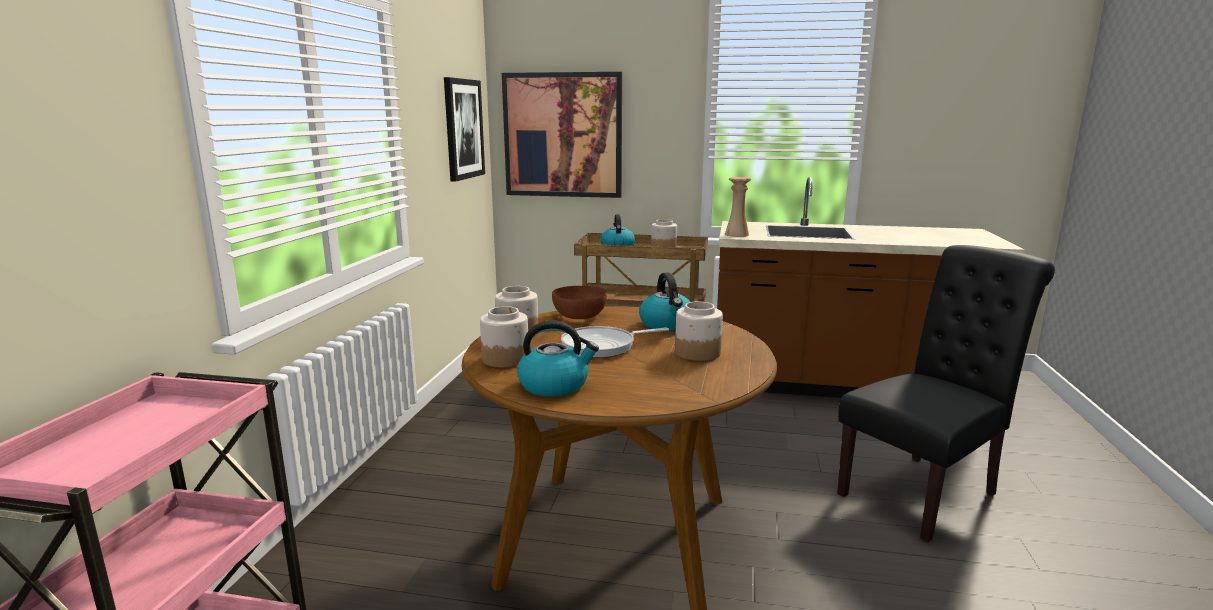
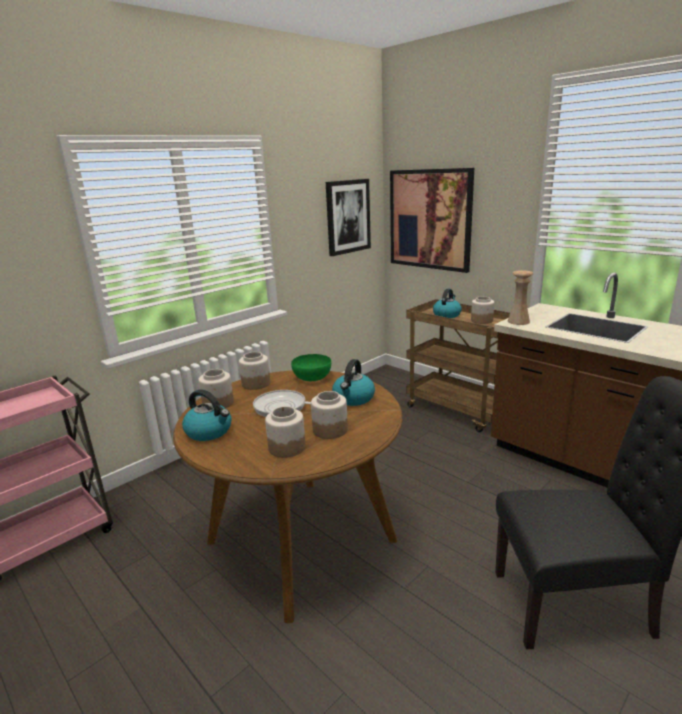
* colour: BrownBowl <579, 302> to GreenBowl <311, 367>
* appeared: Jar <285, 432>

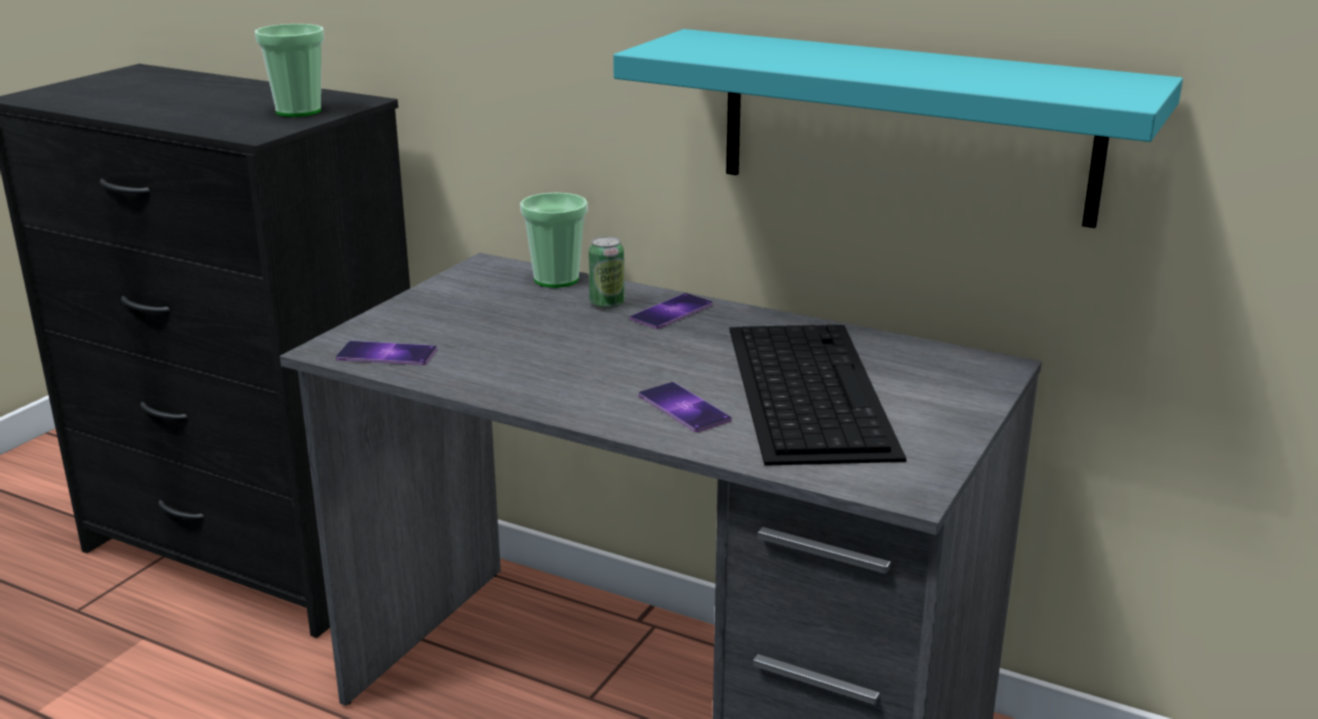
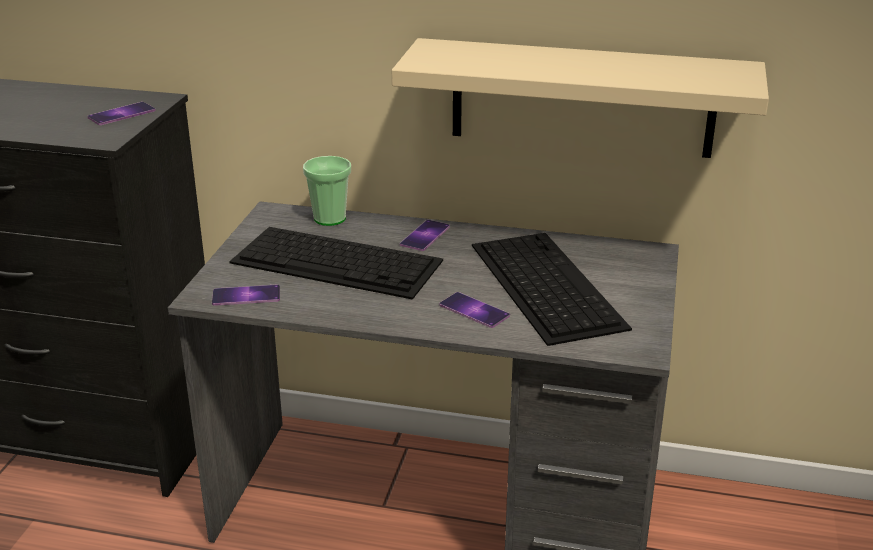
* exchanged: Cup <289, 70> to Phone <121, 113>
* colour: TurquoiseShelf <898, 128> to BeigeShelf <580, 98>
* missing: Can <606, 272>
* appeared: Keyboard <336, 263>

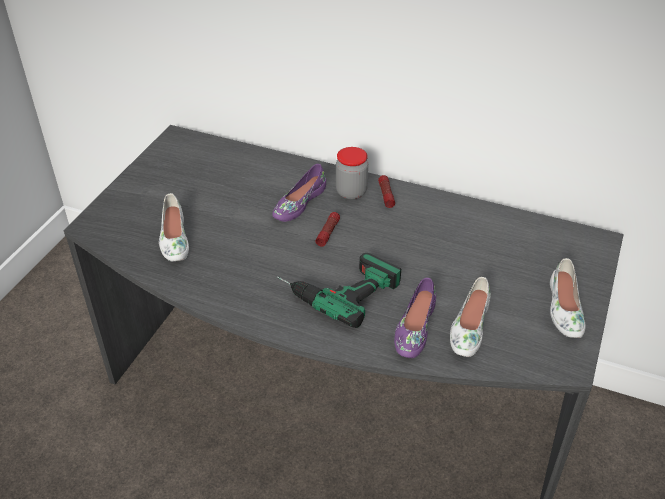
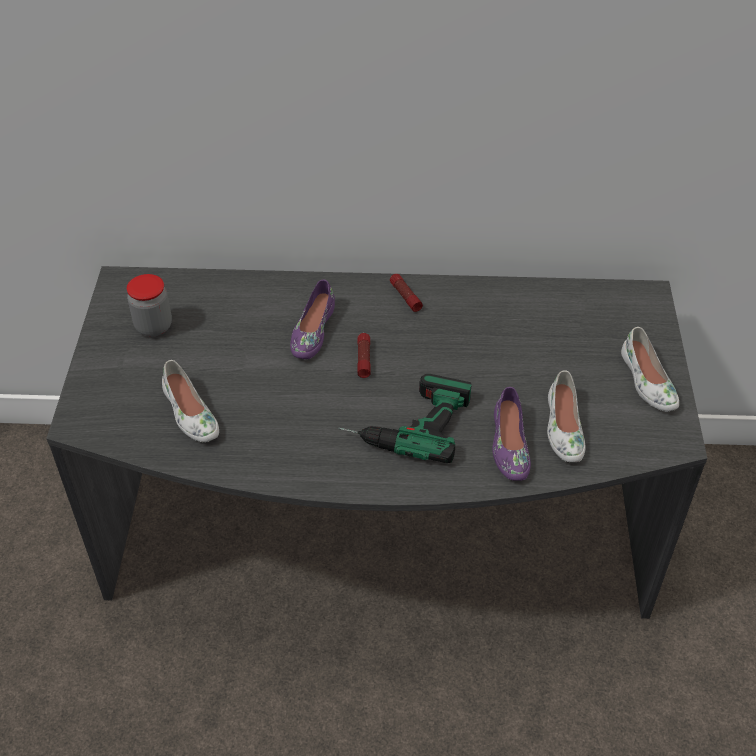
* relocated: Jar <352, 173> to <149, 305>

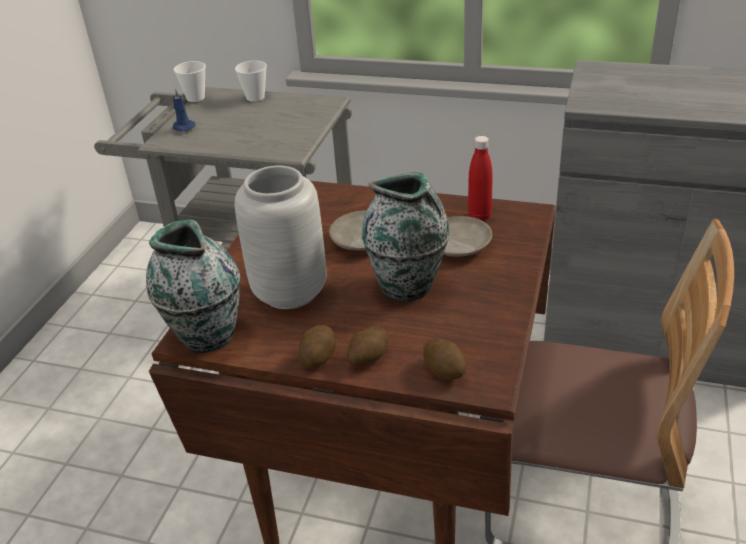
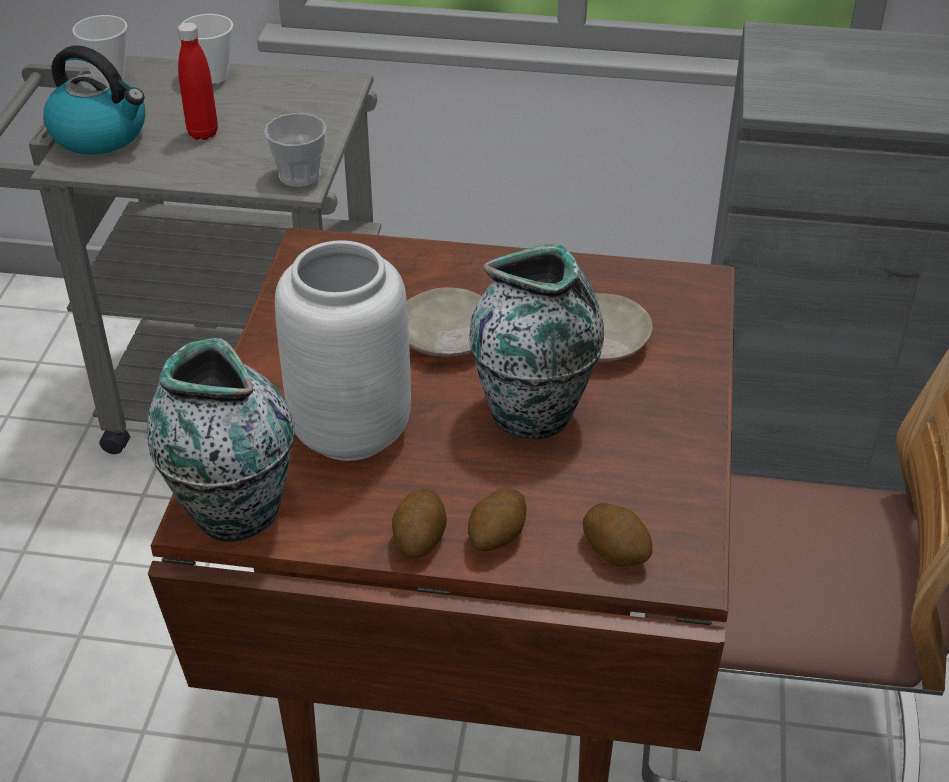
* exchanged: BlueCandle <184, 109> to Kettle <94, 100>
* relocated: RedBottle <480, 178> to <198, 81>
* appeared: Cup <295, 150>

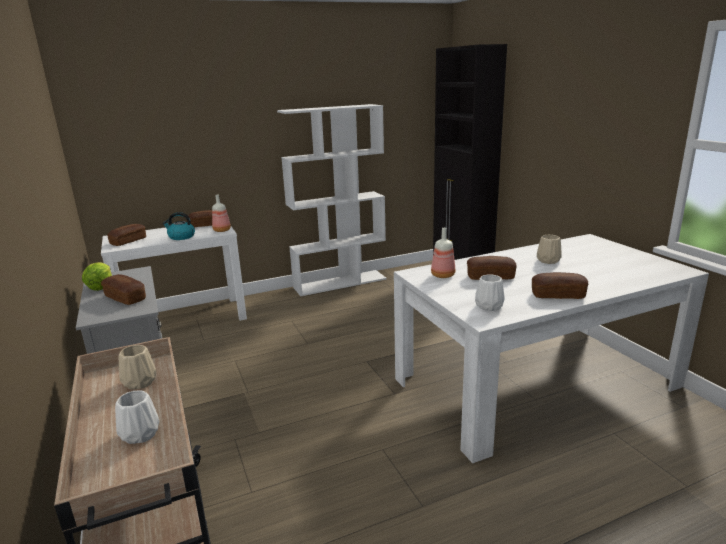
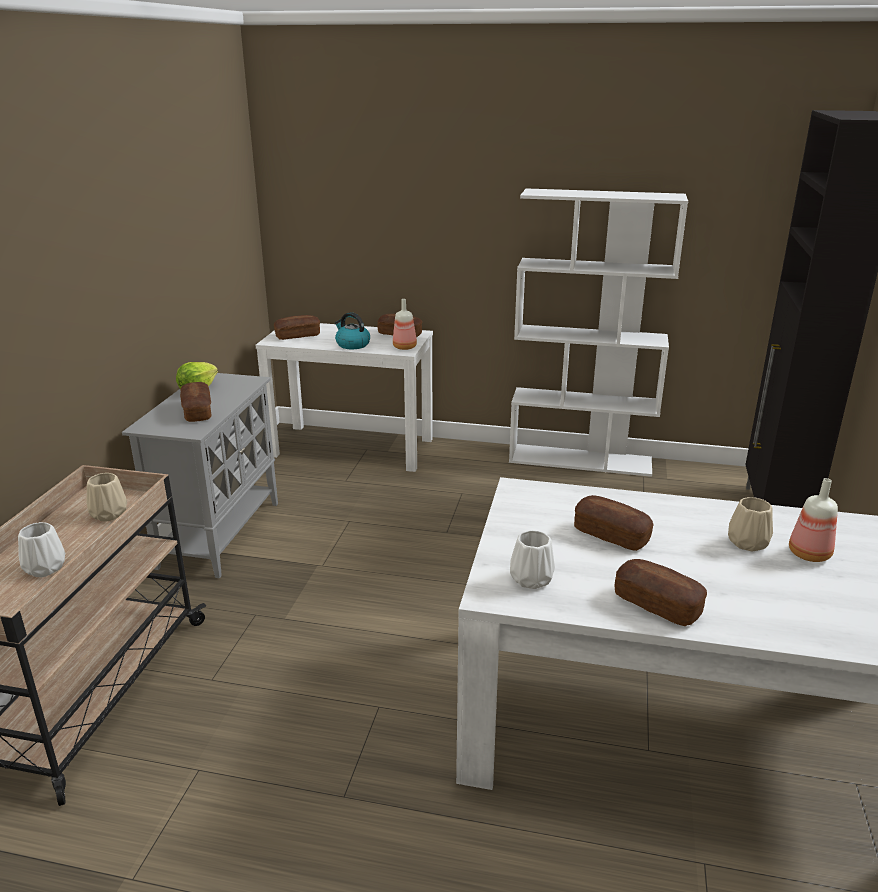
* relocated: Bottle <443, 253> to <813, 520>

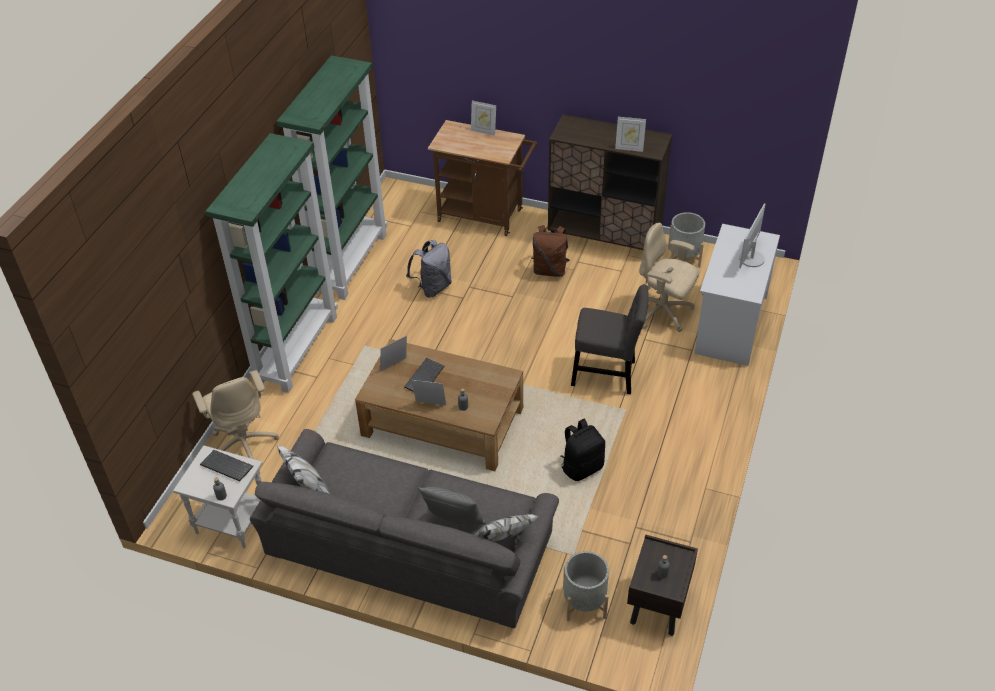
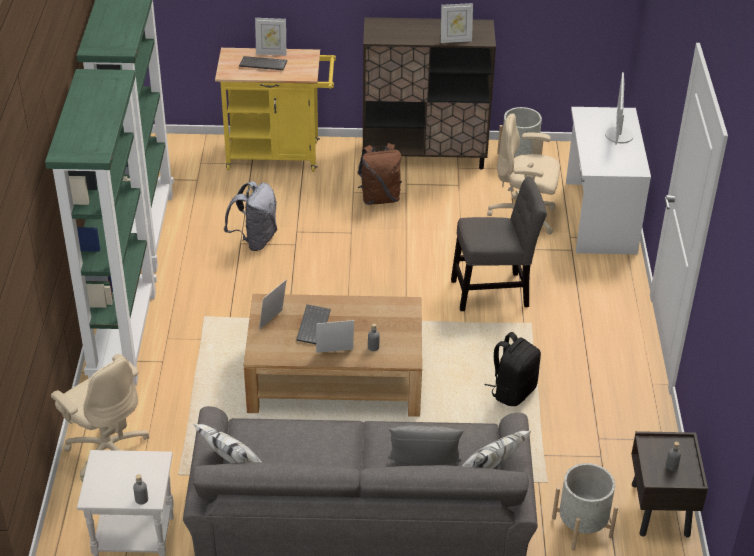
* colour: BrownCart <483, 178> to YellowCart <275, 110>
* relocated: Keyboard <226, 465> to <263, 63>

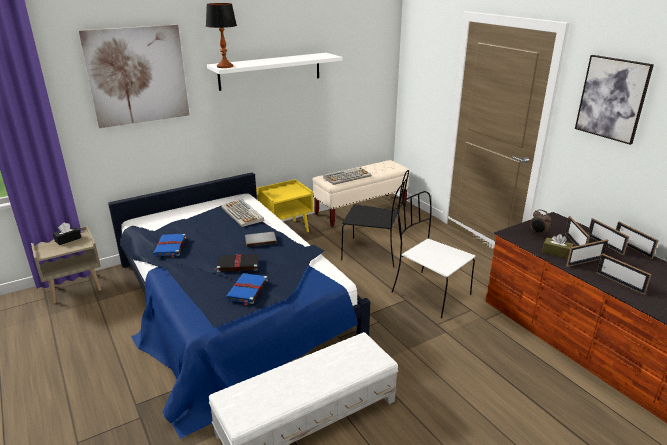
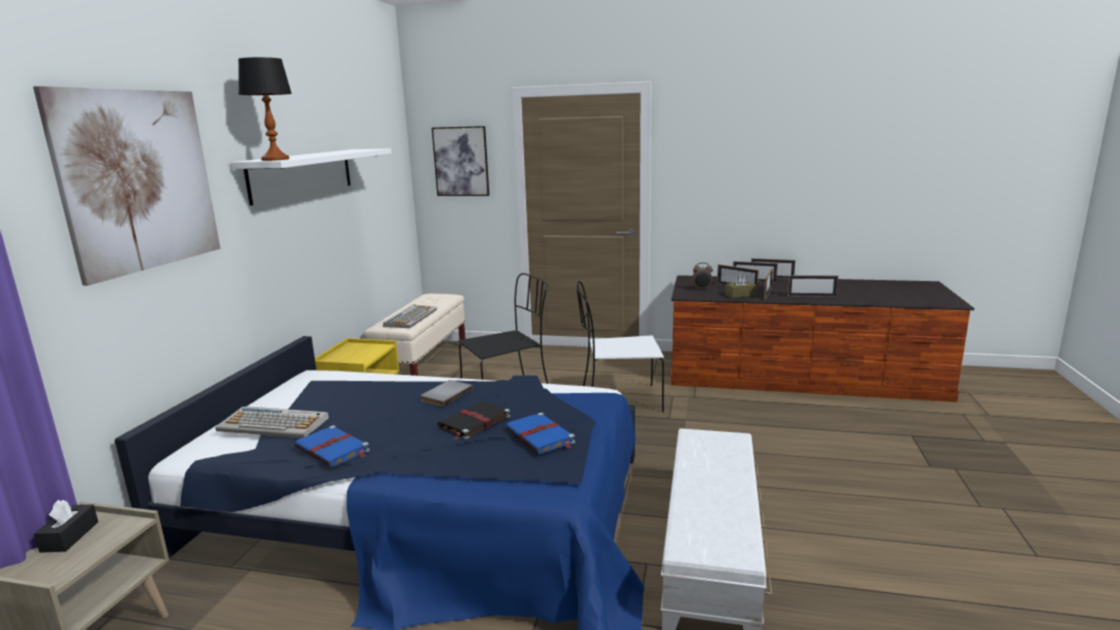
* relocated: Picture <614, 100> to <460, 161>
* relocated: Keyboard <242, 213> to <272, 422>

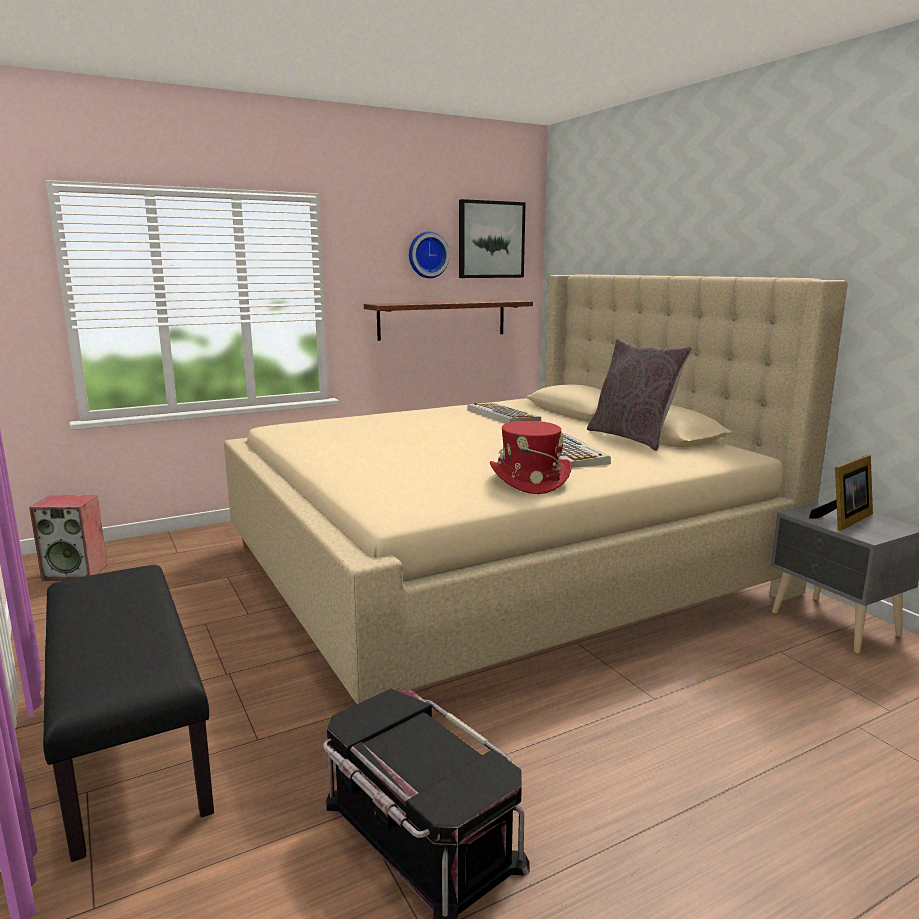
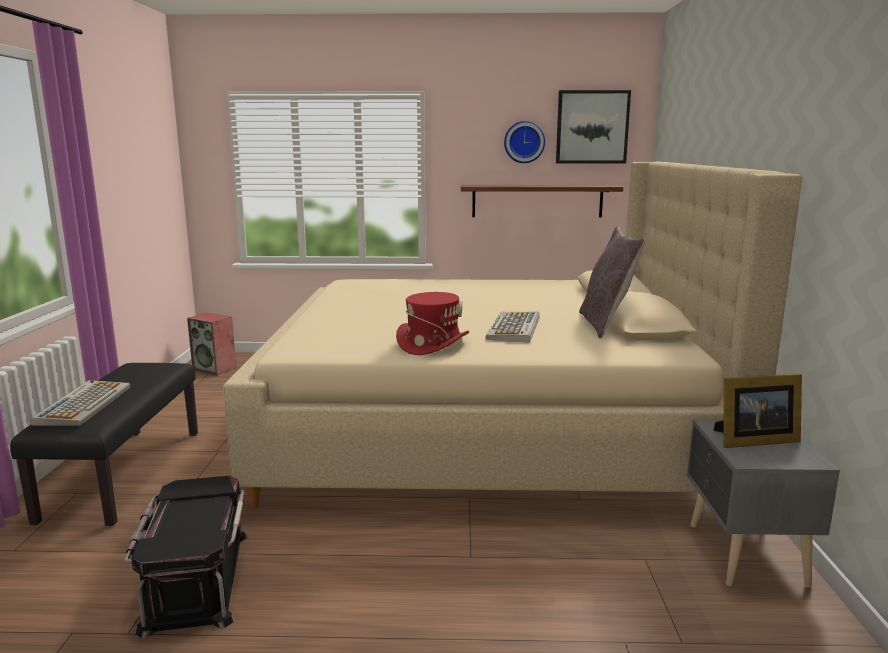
* relocated: Keyboard <504, 413> to <80, 403>

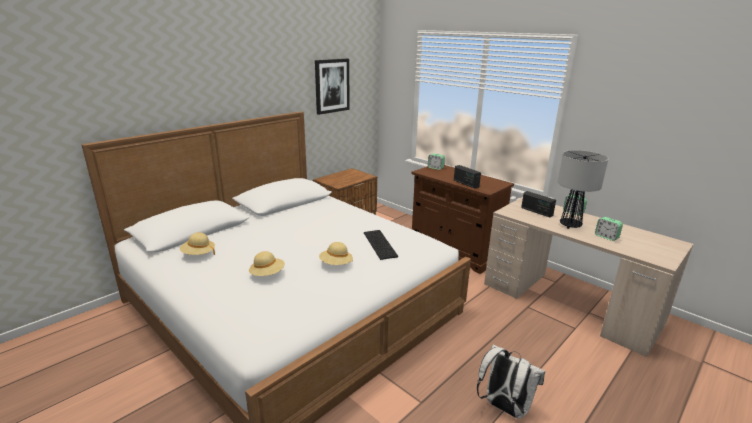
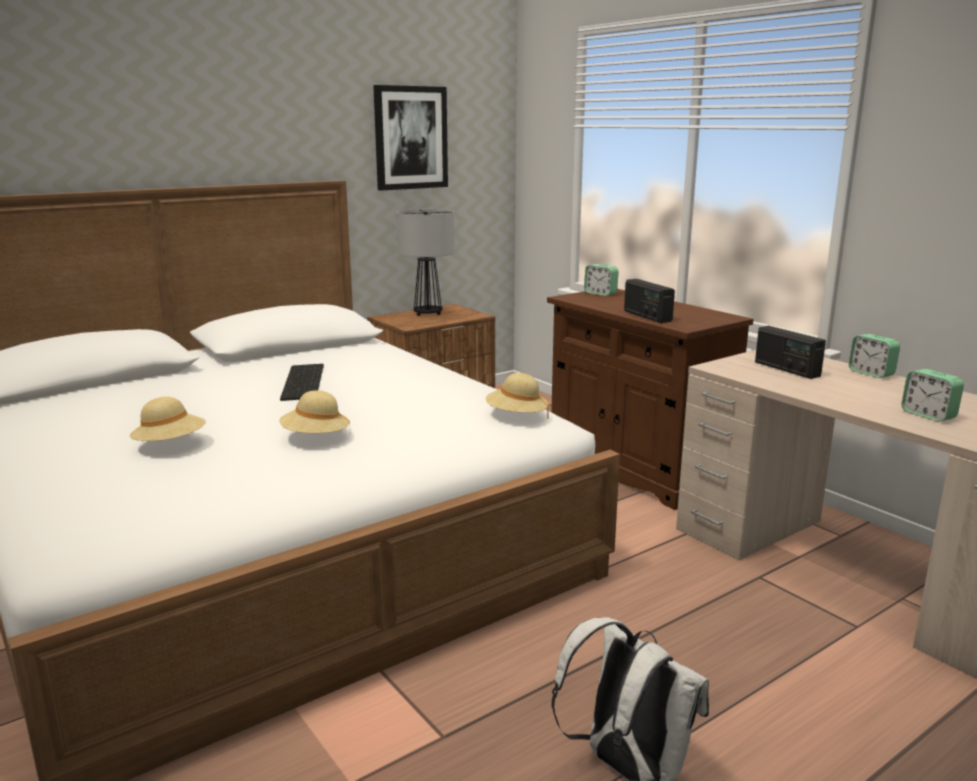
* relocated: TableLamp <583, 189> to <425, 262>
* relocated: Keyboard <381, 245> to <302, 382>
* relocated: BeigeHat <197, 244> to <517, 396>

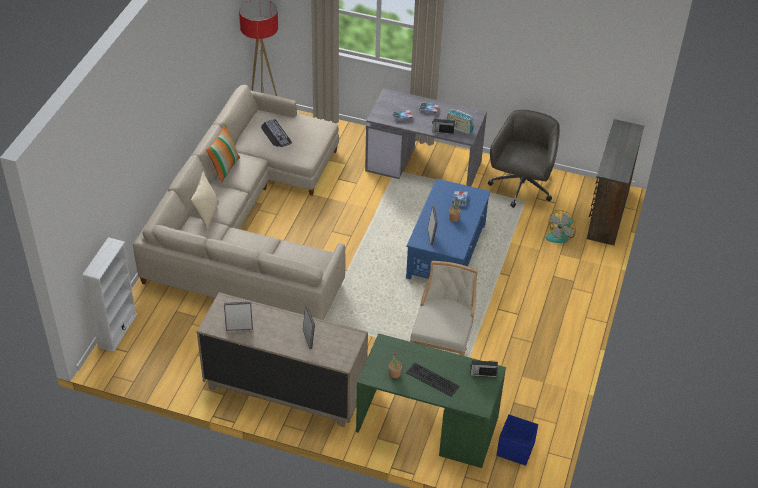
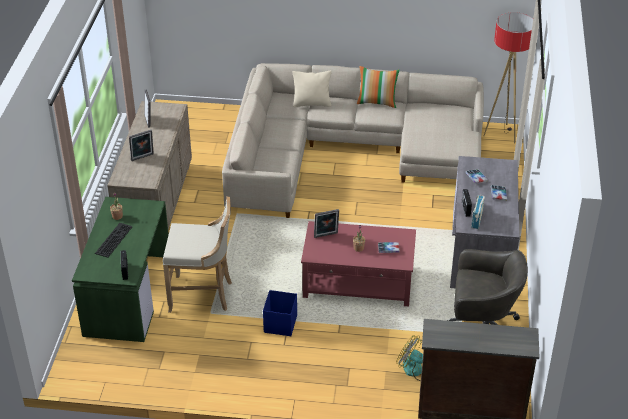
* missing: Keyboard <276, 133>
* colour: BlueCoffeeTable <448, 228> to RedCoffeeTable <358, 263>
* missing: WhiteBookcase <110, 294>
* relocated: BlueStorageBox <517, 440> to <280, 313>

